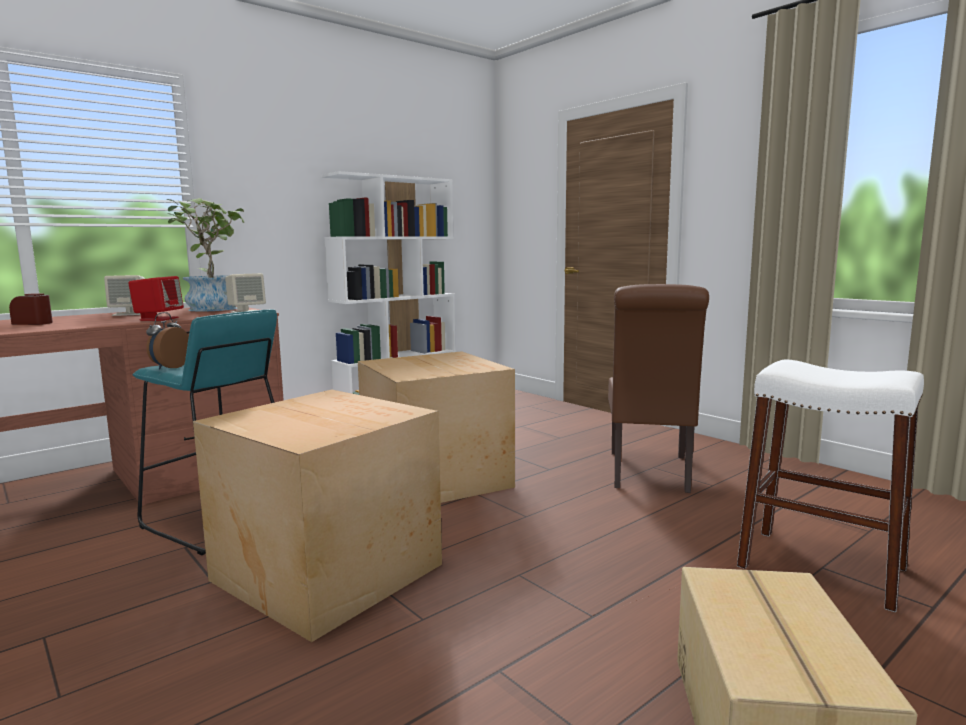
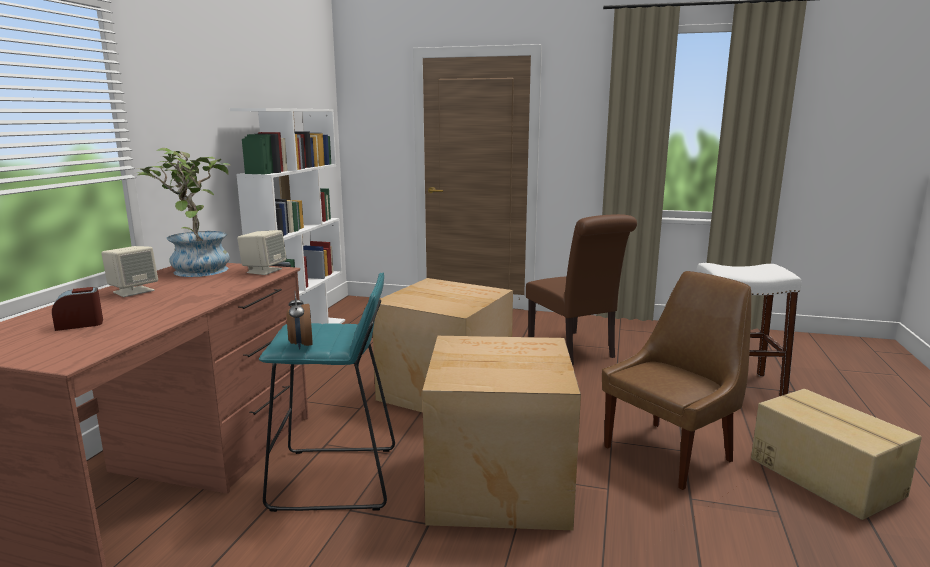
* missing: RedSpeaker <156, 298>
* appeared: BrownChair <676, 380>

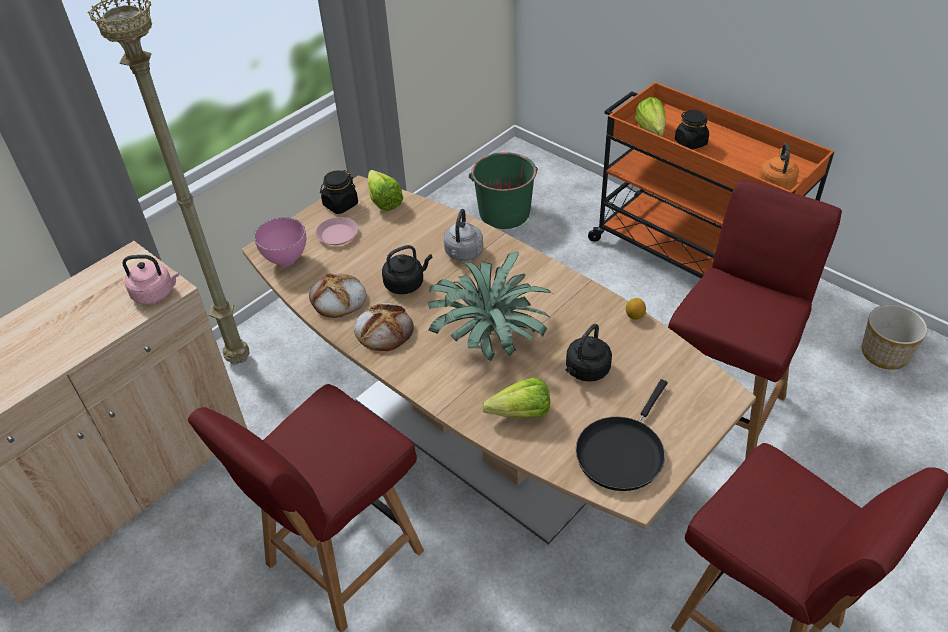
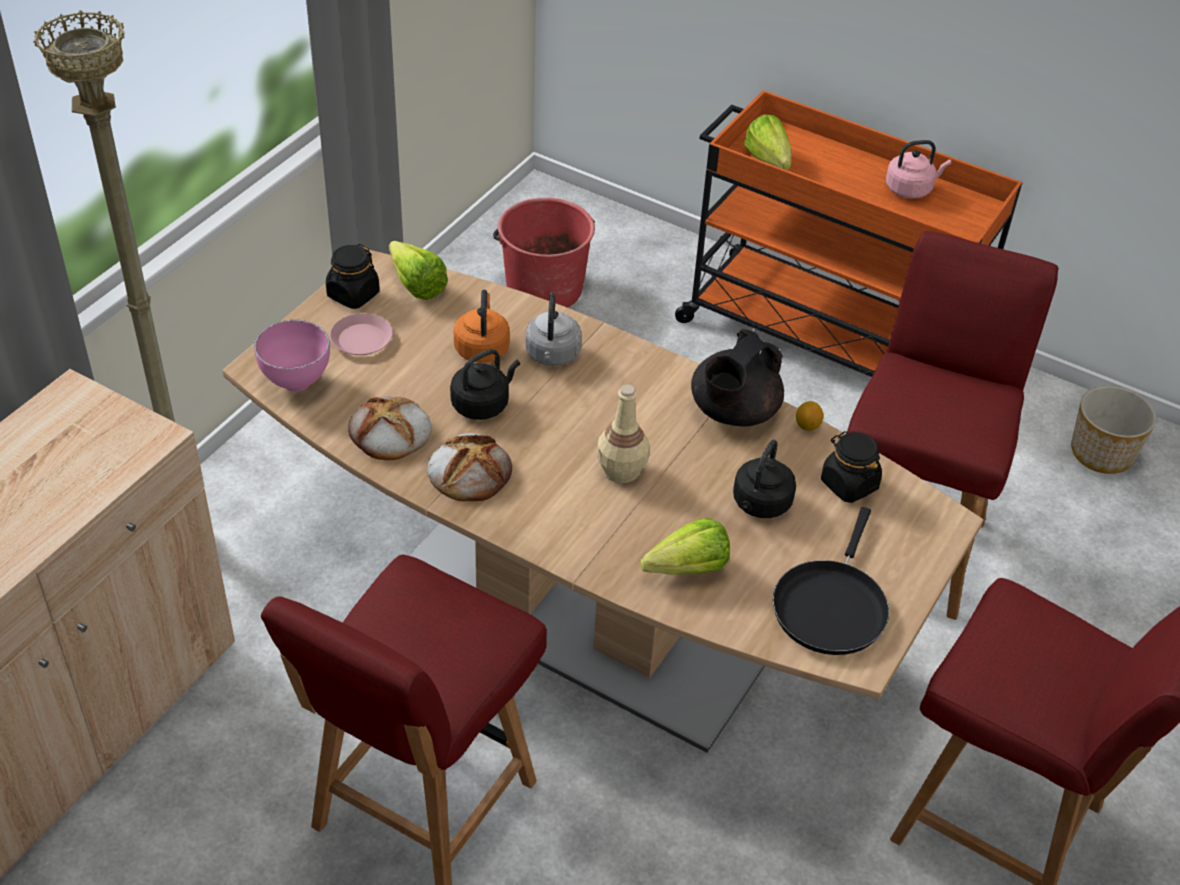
* relocated: BlackJar <692, 130> to <851, 467>
* relocated: OrangeKettle <779, 166> to <481, 326>
* colour: GreenBucket <503, 190> to RedBucket <544, 253>
* exchanged: PottedPlant <490, 306> to BeigeBottle <623, 433>
* relocated: PinkKettle <150, 279> to <918, 169>
* appeared: BlackTeapot <737, 377>

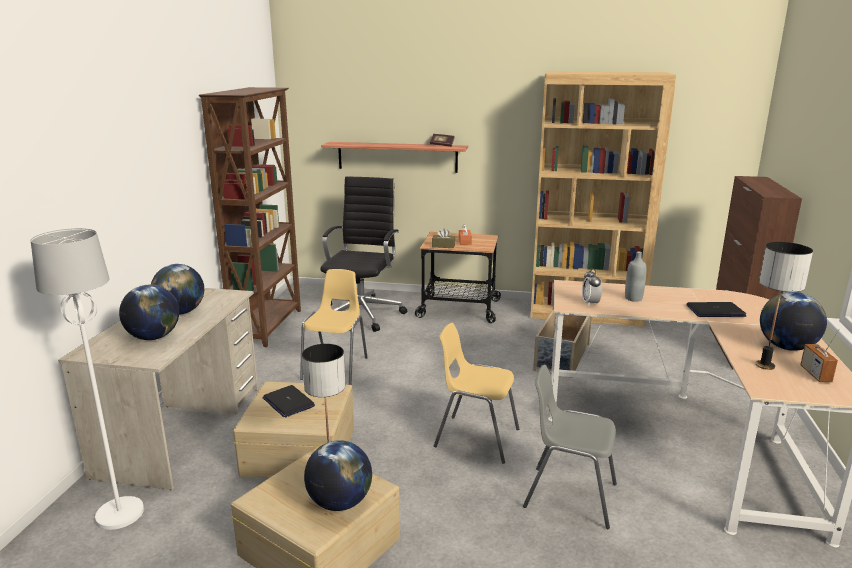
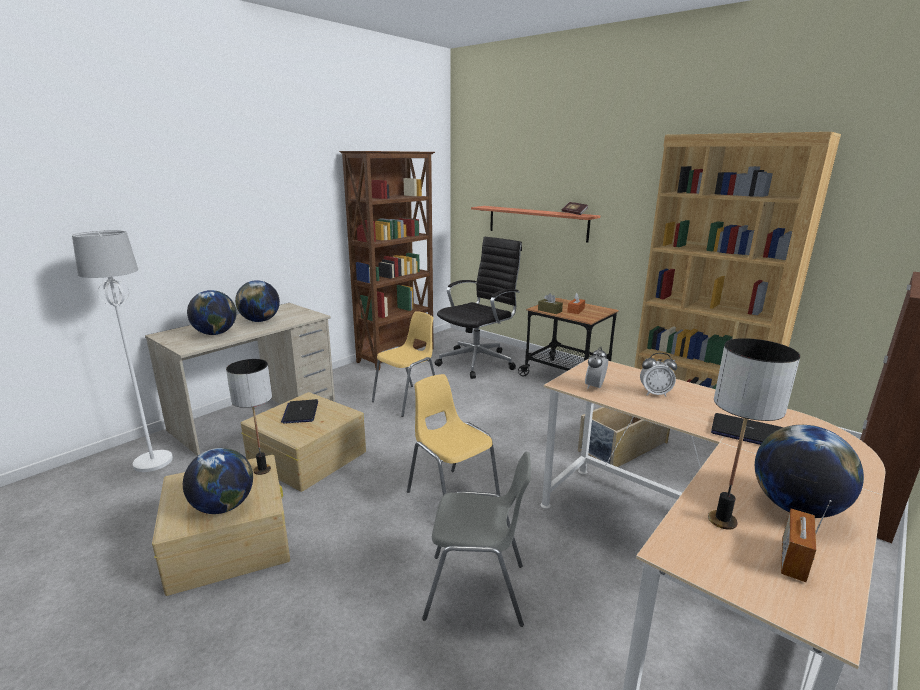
* exchanged: GreyBottle <636, 276> to AlarmClock <658, 374>
* spun: GreyChair <570, 447> = <476, 539> 135 degrees clockwise

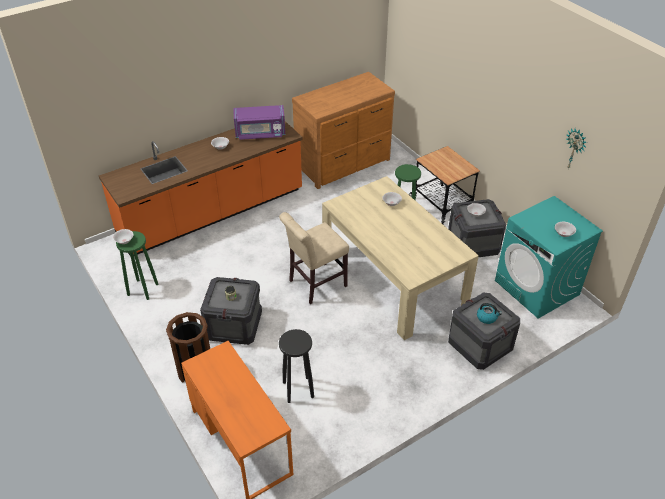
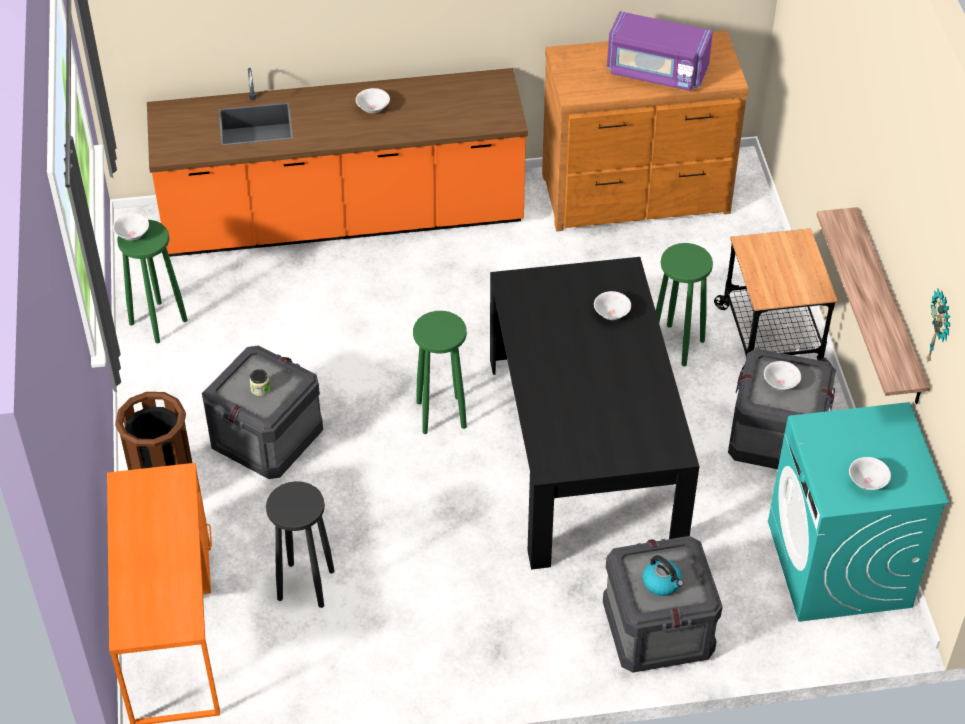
* relocated: PurpleMicrowave <259, 122> to <660, 51>
* colour: BeigeDiningTable <400, 258> to BlackDiningTable <594, 413>
* exchanged: BeigeChair <314, 258> to GreenStool <440, 372>
* appeared: Shelf <873, 305>

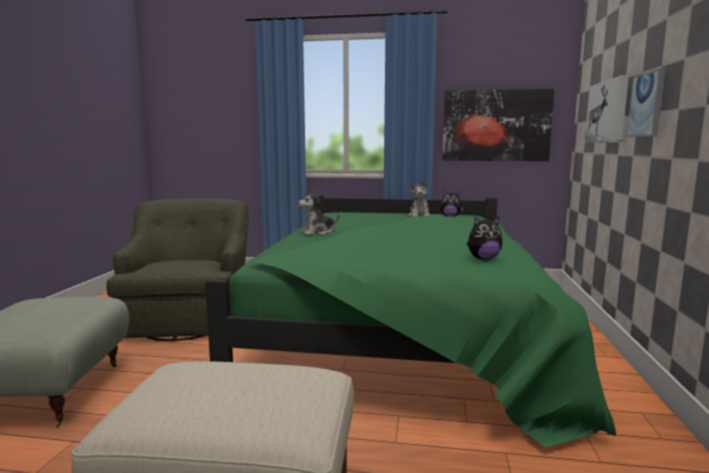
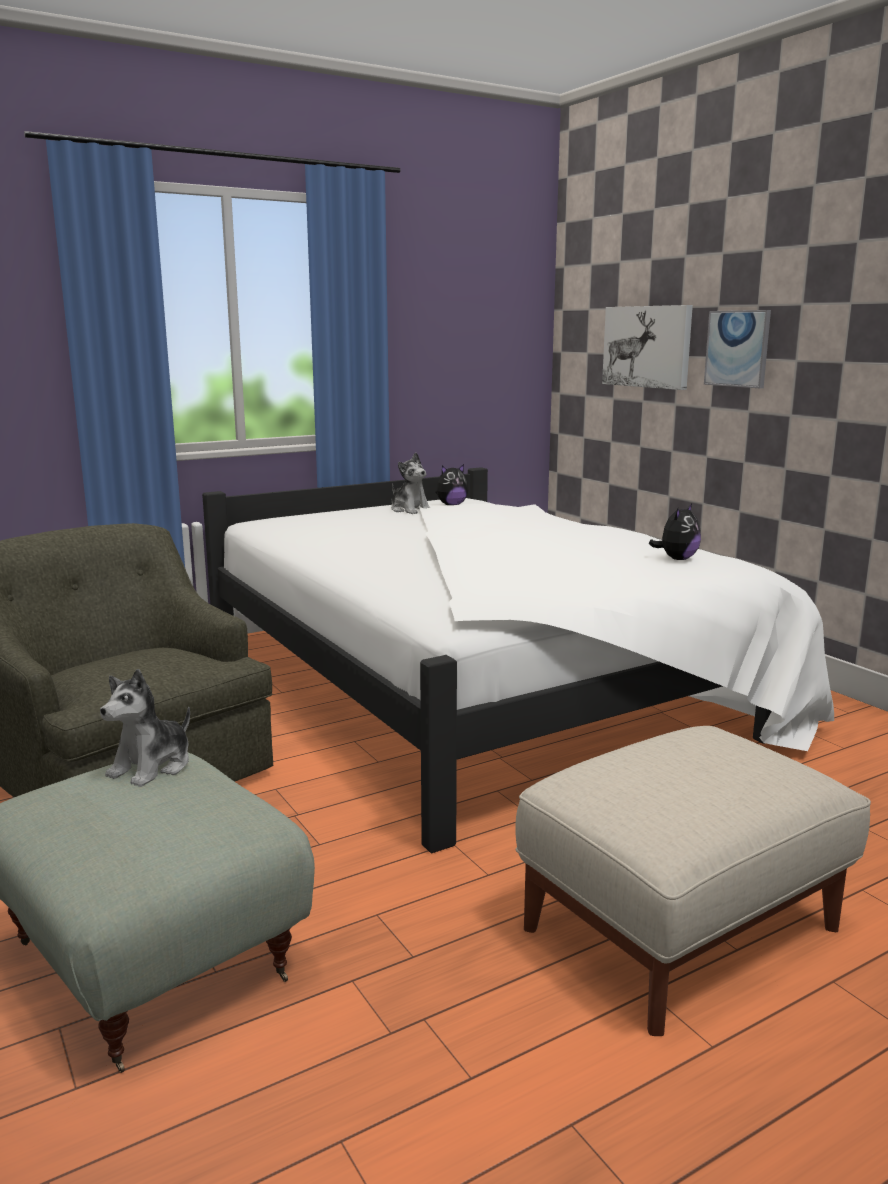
* missing: Picture <499, 125>
* relocated: PlushToy <318, 212> to <145, 728>
* colour: GreenBed <410, 321> to WhiteBed <518, 660>

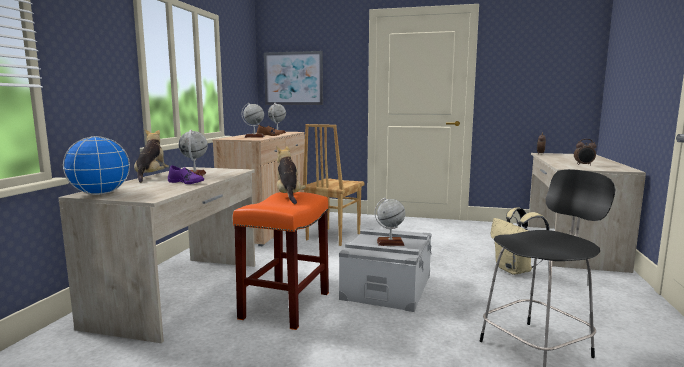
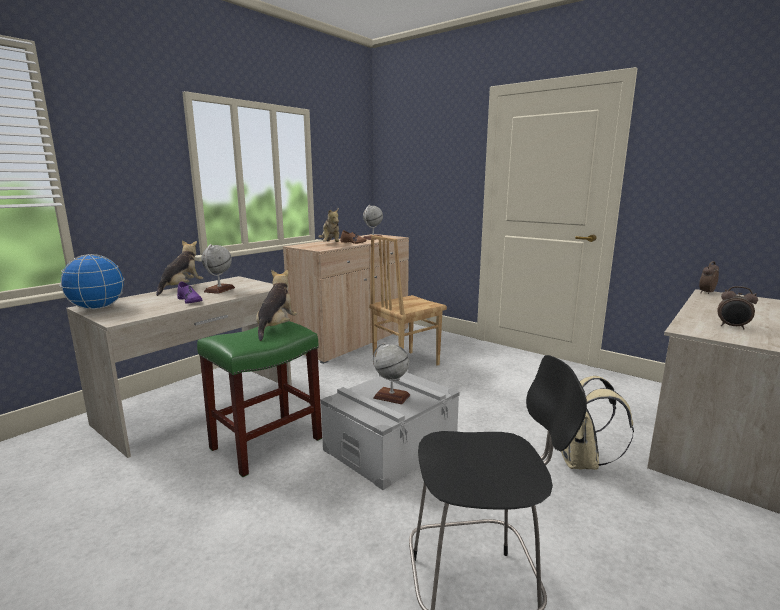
* missing: Picture <293, 78>
* exchanged: Globe <253, 120> to PlushToy <328, 225>
* colour: OrangeStool <281, 261> to GreenStool <259, 399>

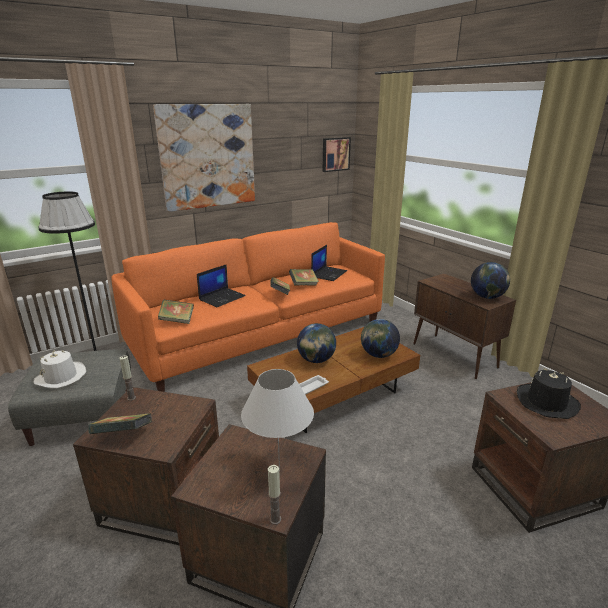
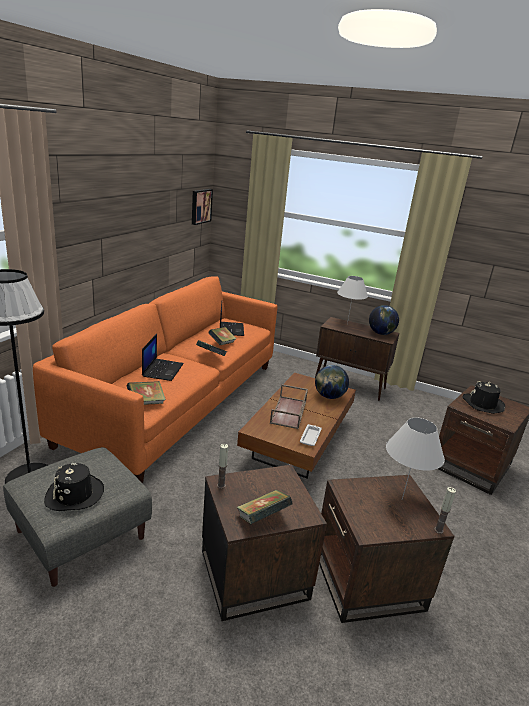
* missing: Picture <204, 158>
* exchanged: Globe <316, 343> to BrownTray <289, 406>
* colour: WhiteHat <59, 369> to BlackHat <74, 487>
* appeared: WhiteTableLamp <352, 300>

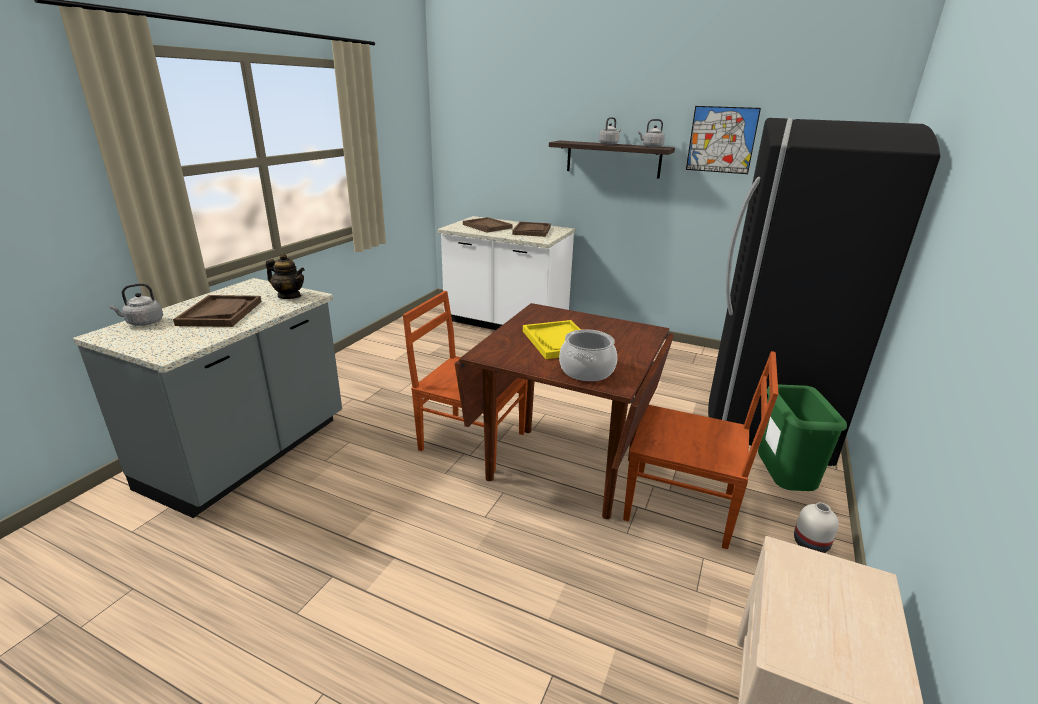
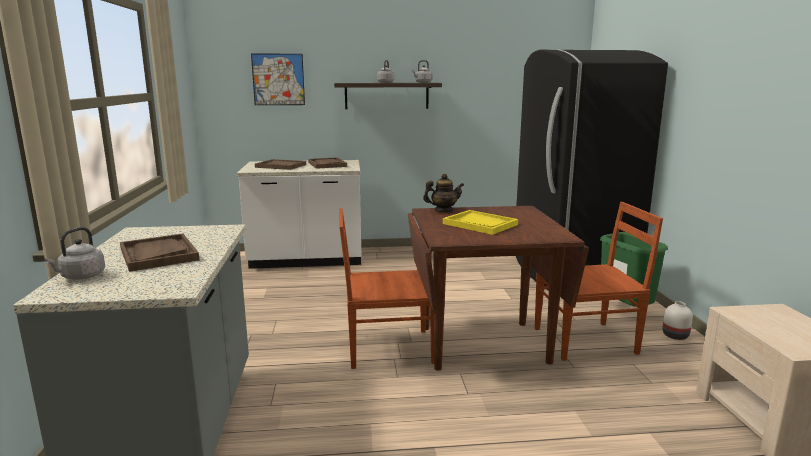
* relocated: Picture <723, 140> to <278, 79>
* relocated: Teapot <285, 276> to <443, 193>
* missing: CookingPot <588, 355>

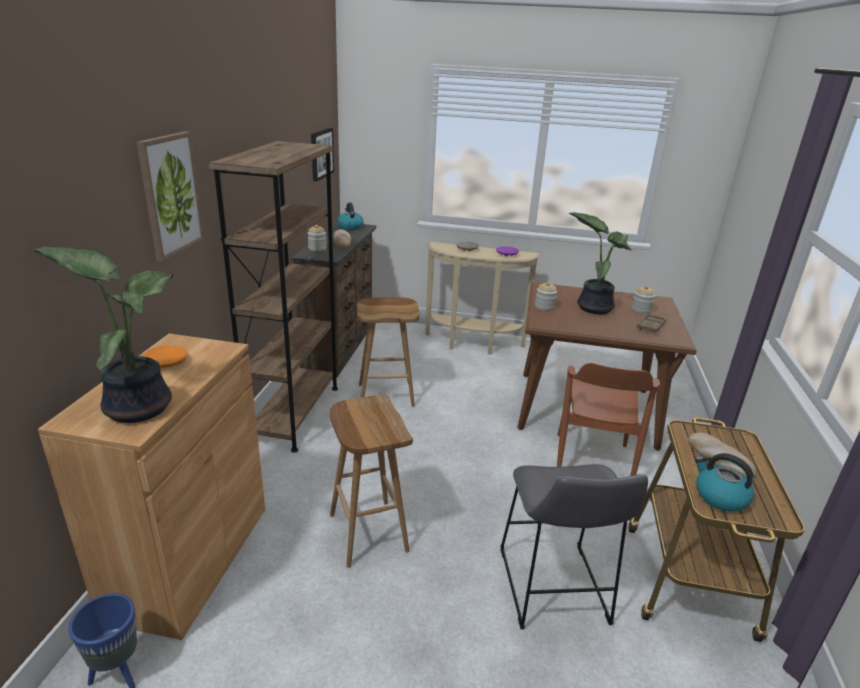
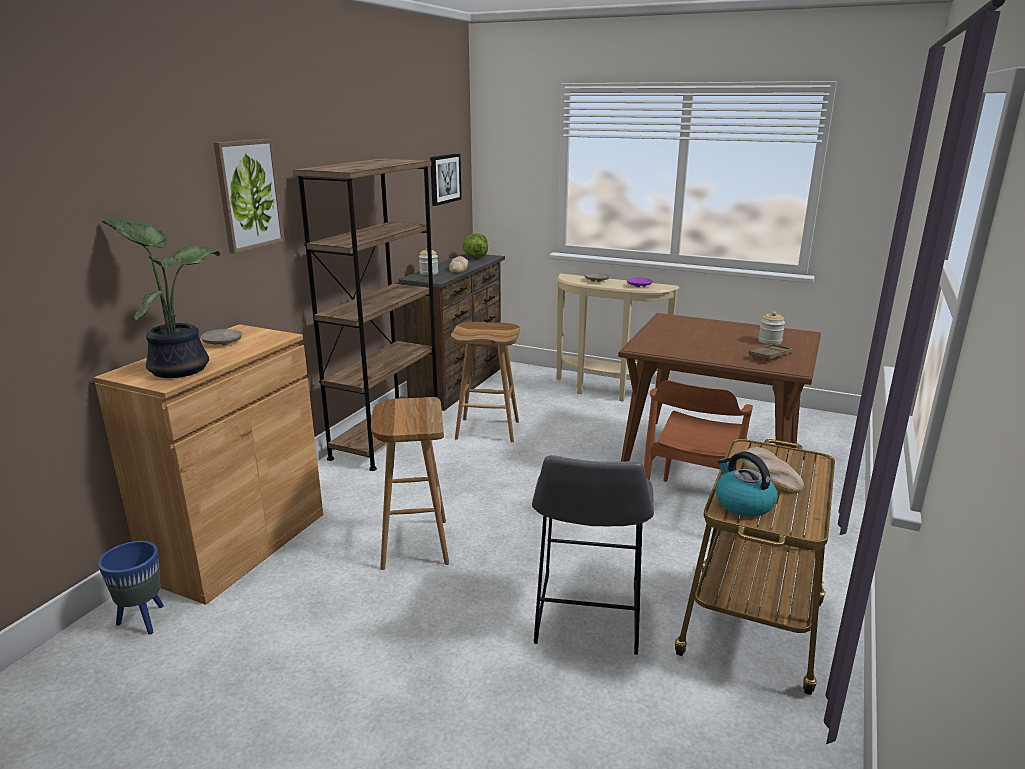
* exchanged: Kettle <350, 216> to Lettuce <475, 245>
* missing: PottedPlant <600, 263>
* missing: Jar <546, 296>
* colour: OrangePlate <165, 356> to BeigePlate <221, 337>

